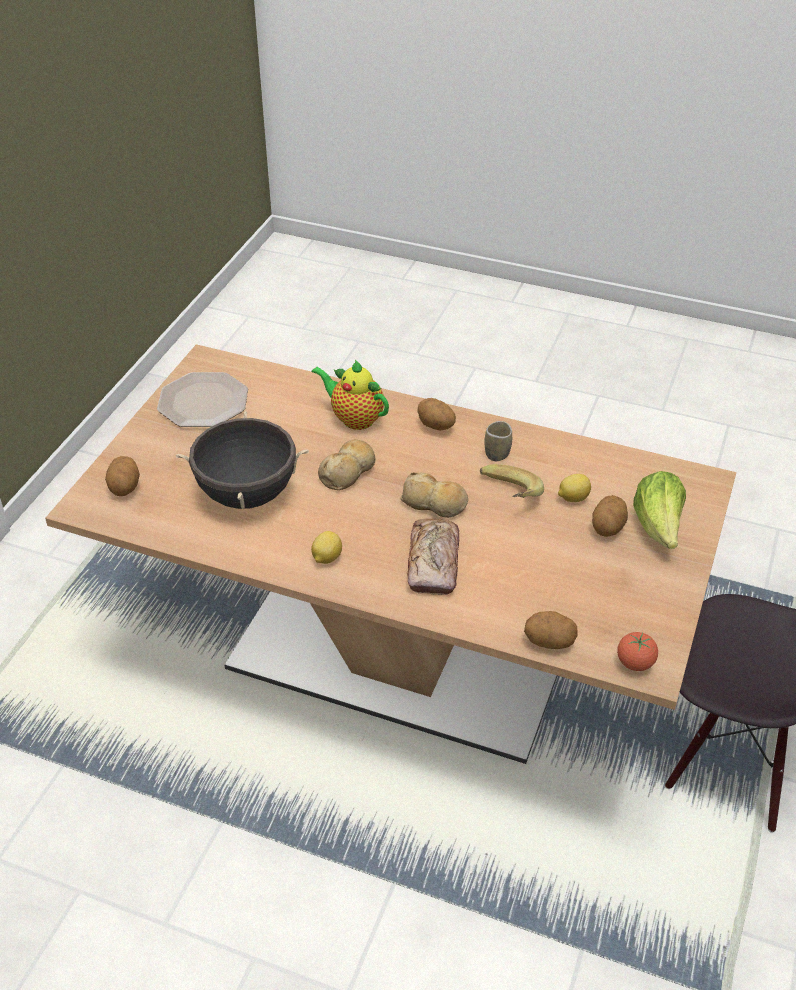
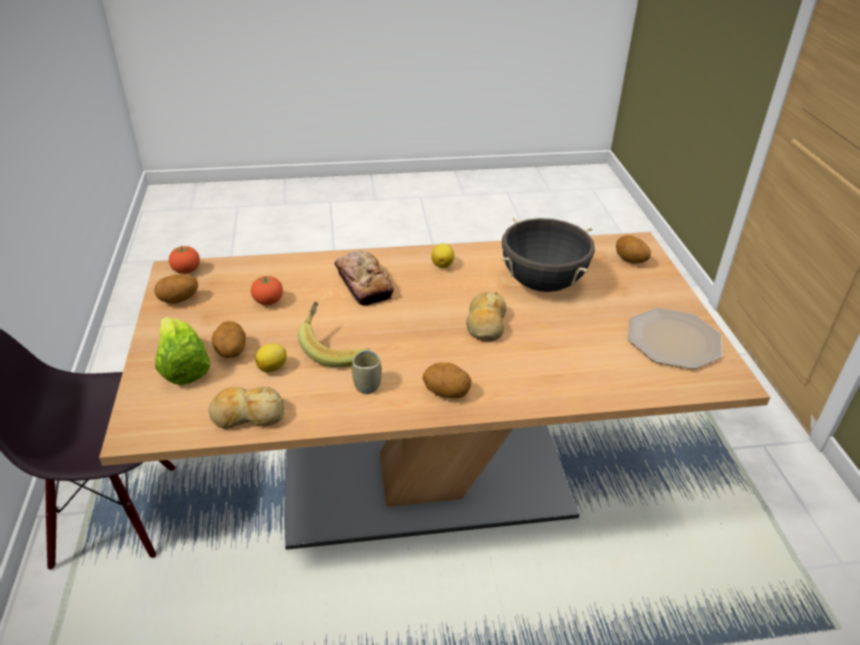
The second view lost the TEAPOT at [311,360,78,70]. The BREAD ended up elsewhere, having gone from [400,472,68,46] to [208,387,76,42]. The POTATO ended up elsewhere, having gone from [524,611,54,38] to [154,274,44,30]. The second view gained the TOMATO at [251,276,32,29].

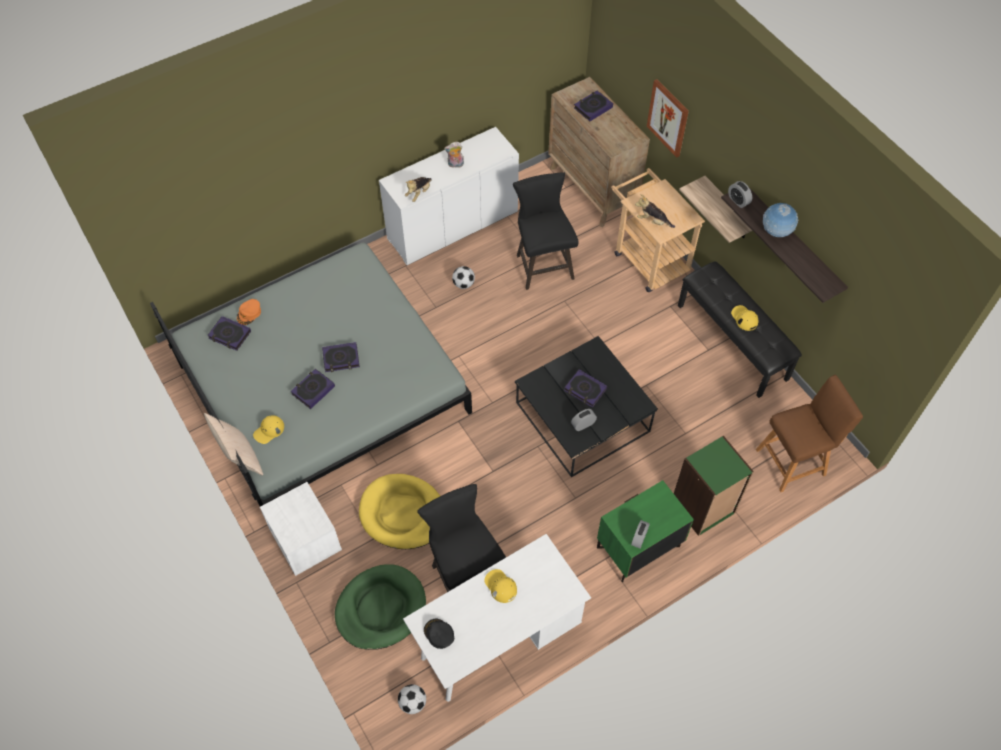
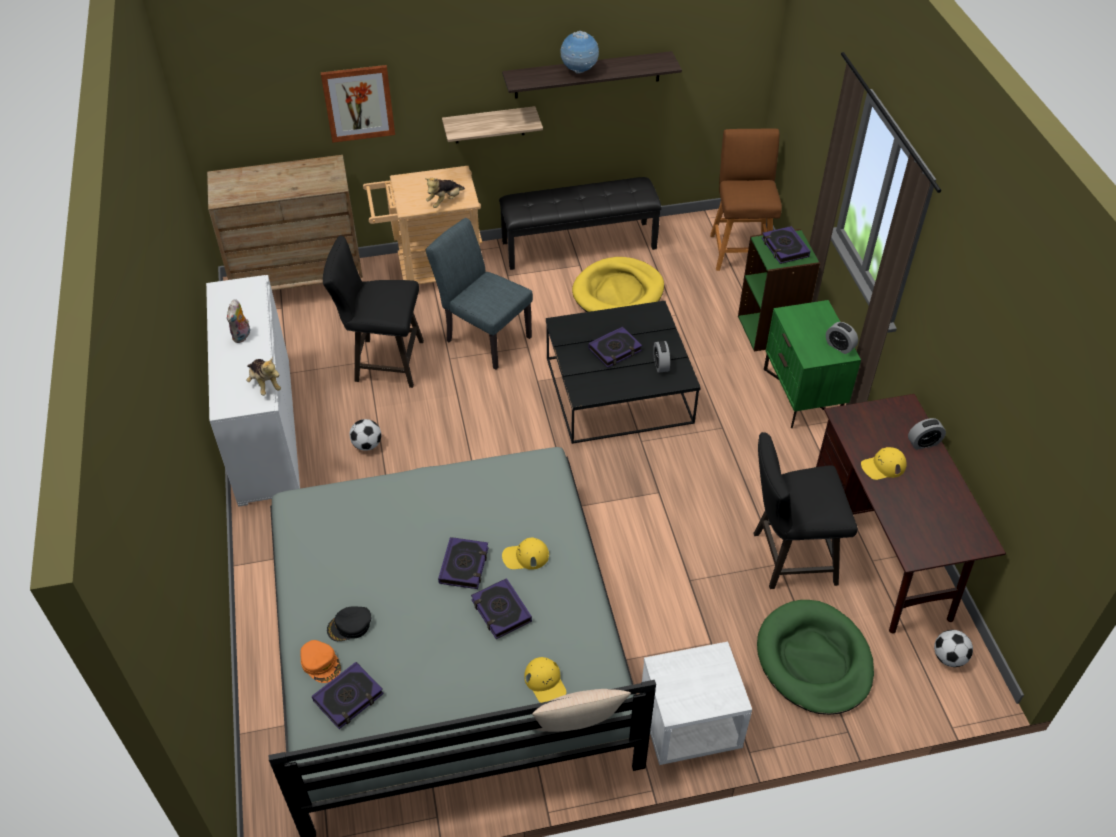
The BOOK ended up elsewhere, having gone from [574,90,39,31] to [762,226,48,38]. The ALARM CLOCK ended up elsewhere, having gone from [728,181,24,27] to [908,418,38,32]. The YELLOW CAP ended up elsewhere, having gone from [731,305,27,26] to [502,537,47,33]. The YELLOW DOG BED ended up elsewhere, having gone from [359,474,81,75] to [572,257,92,55]. What was the WHITE DESK at [403,534,188,168] turned into the BROWN DESK at [816,394,190,240]. The BLACK CAP ended up elsewhere, having gone from [424,619,30,30] to [327,606,44,35]. The second view gained the GREY CHAIR at [426,218,107,151].

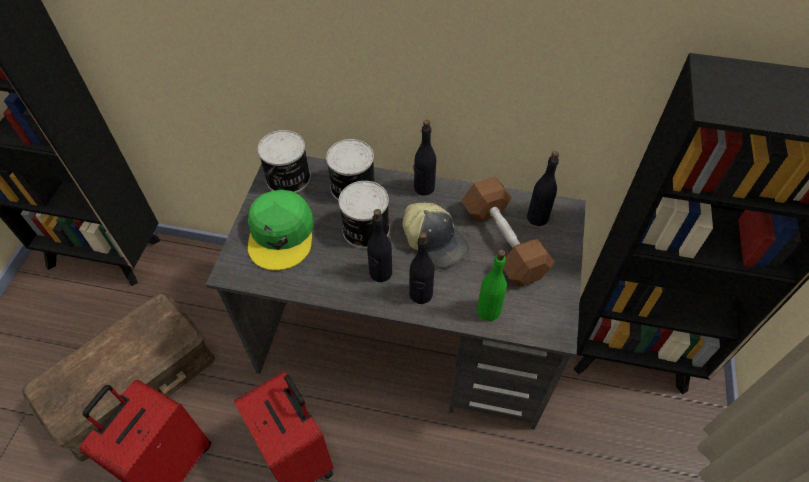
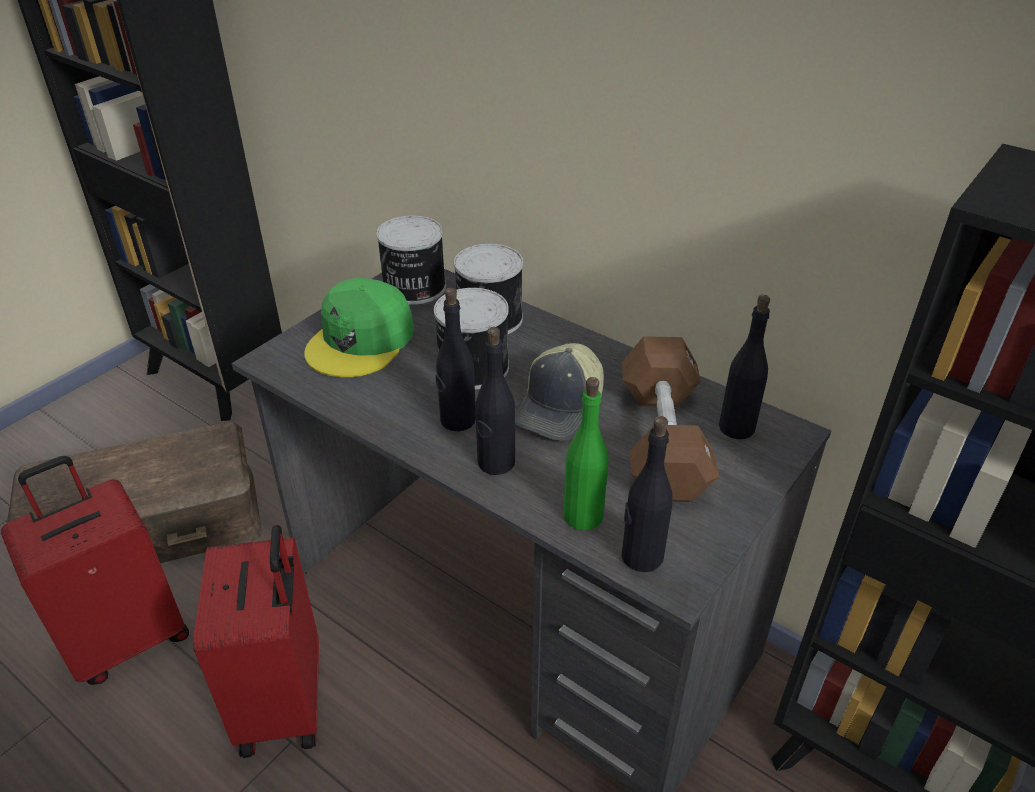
The BLACK BOTTLE ended up elsewhere, having gone from [413,120,23,76] to [622,416,51,156]. The CAP at [403,202,66,67] ended up facing another way, 45 degrees clockwise from before.

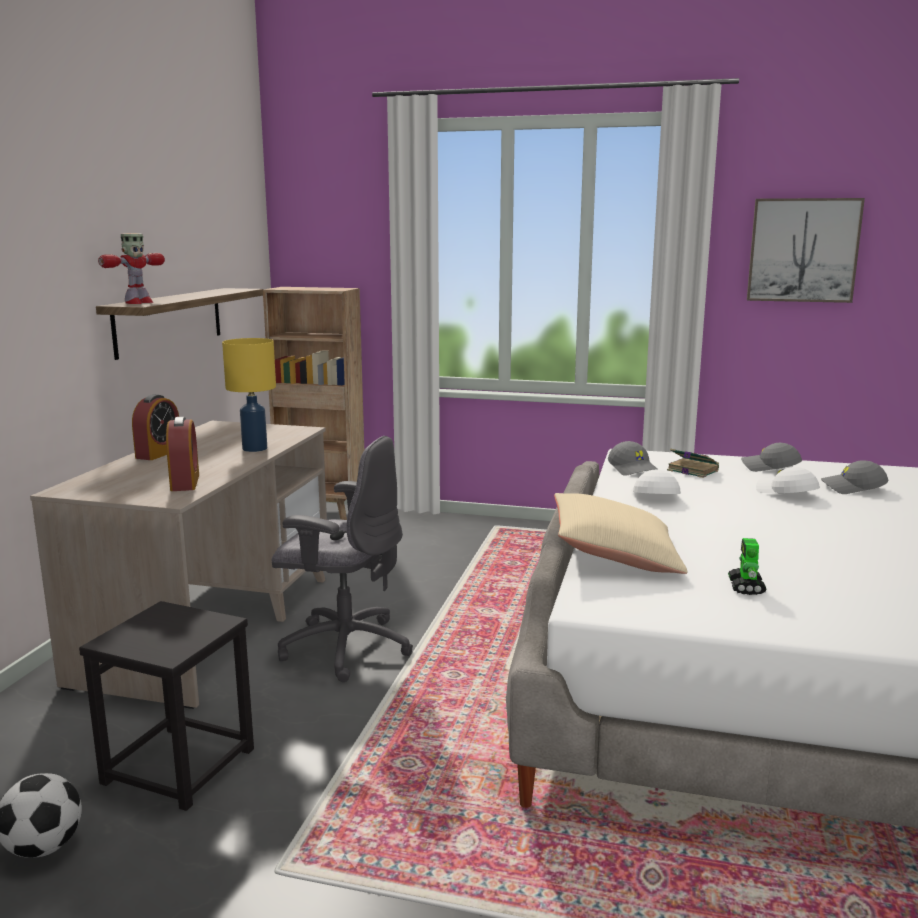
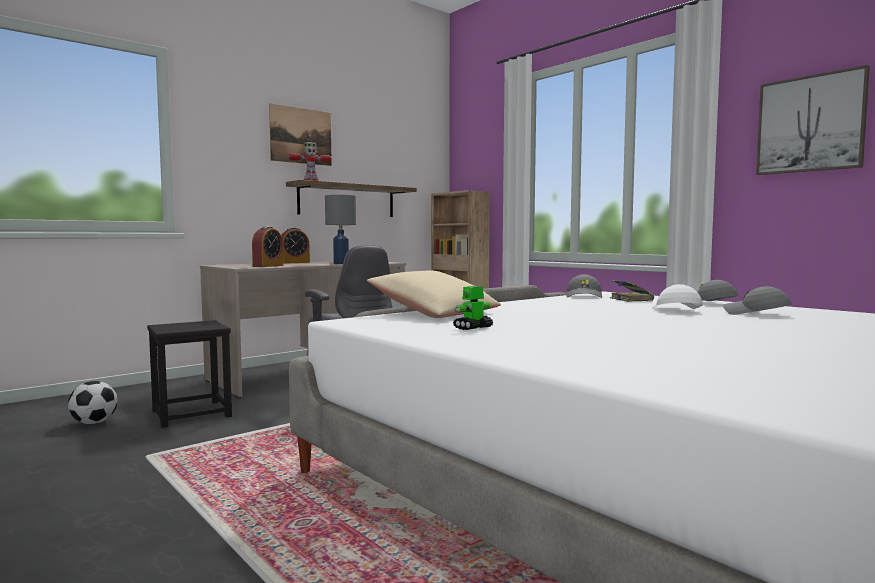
What was the YELLOW TABLE LAMP at [222,338,54,114] turned into the GREY TABLE LAMP at [325,195,31,69]. The second view lost the WHITE CAP at [631,469,50,25]. The second view gained the PICTURE at [269,104,63,62].

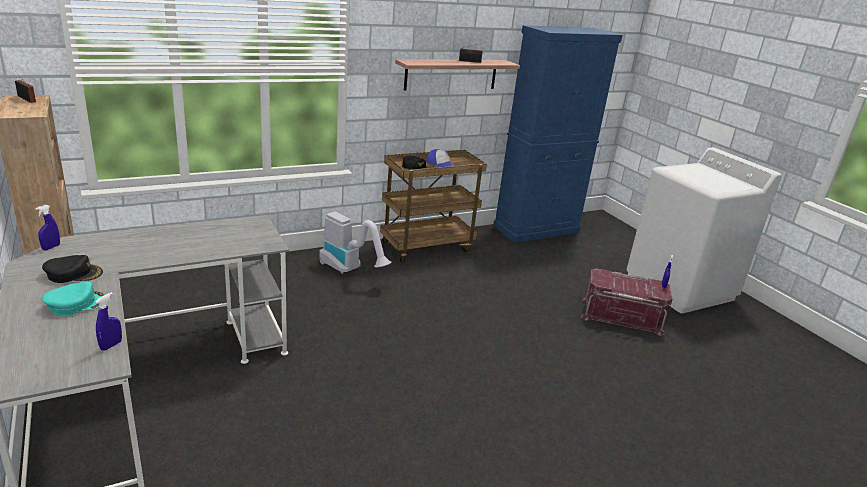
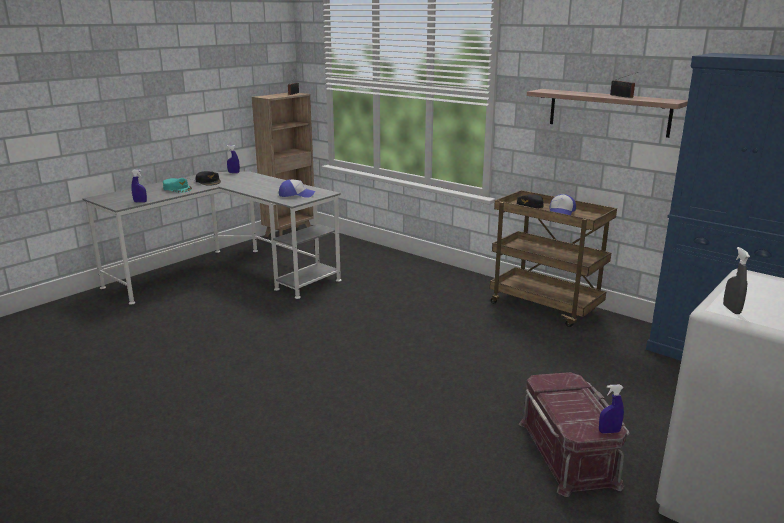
The second view lost the VACUUM CLEANER at [319,212,73,62]. The second view gained the CAP at [279,179,36,19]. The second view gained the GREY SPRAY BOTTLE at [723,247,27,67].

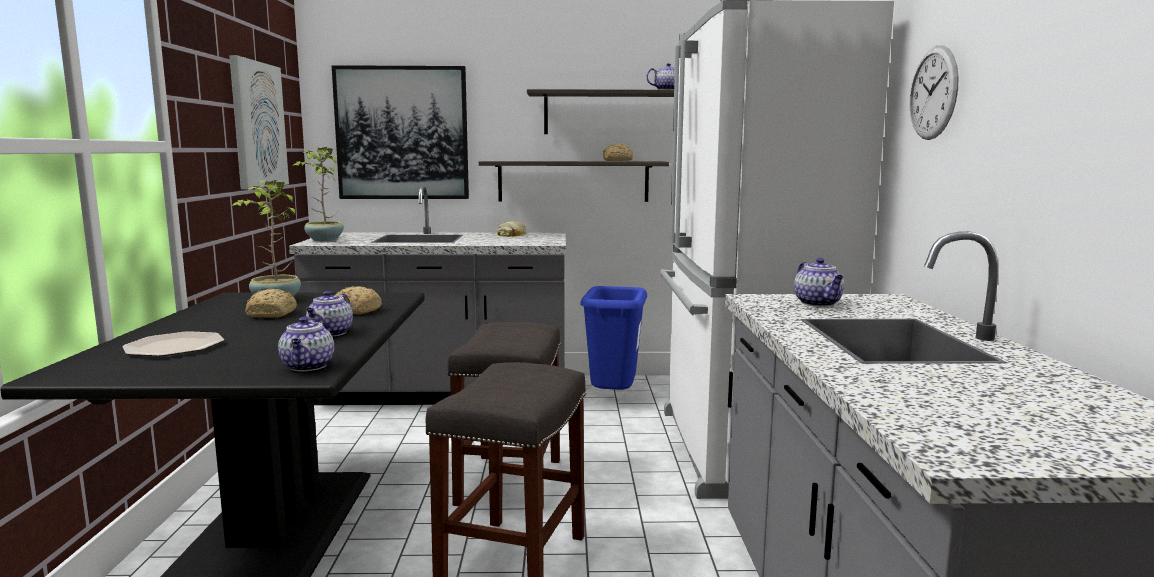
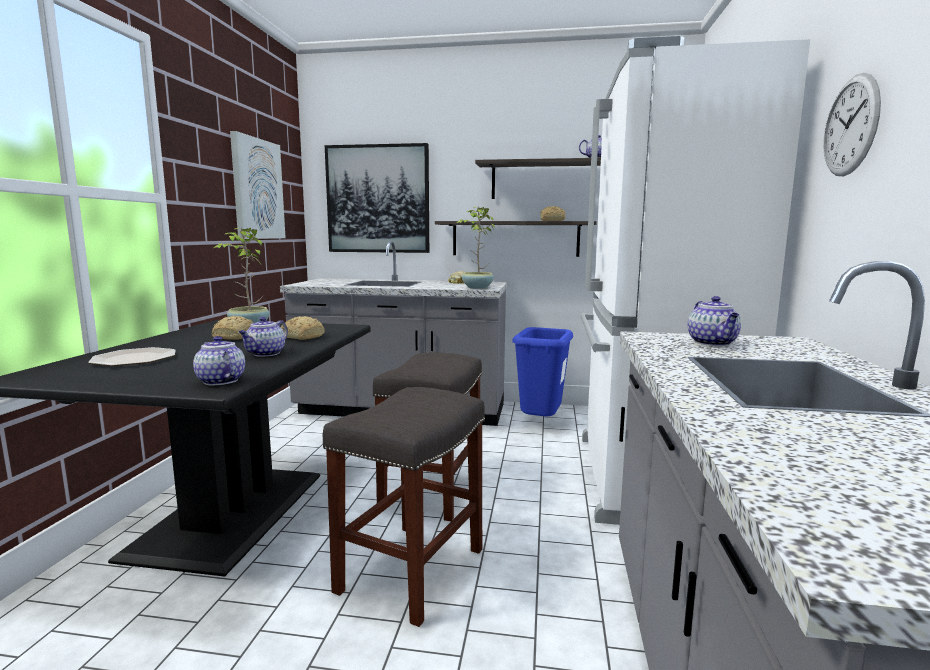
The POTTED PLANT ended up elsewhere, having gone from [293,147,51,94] to [456,207,38,82]. The TEAPOT at [278,317,56,54] ended up facing another way, 135 degrees clockwise from before.

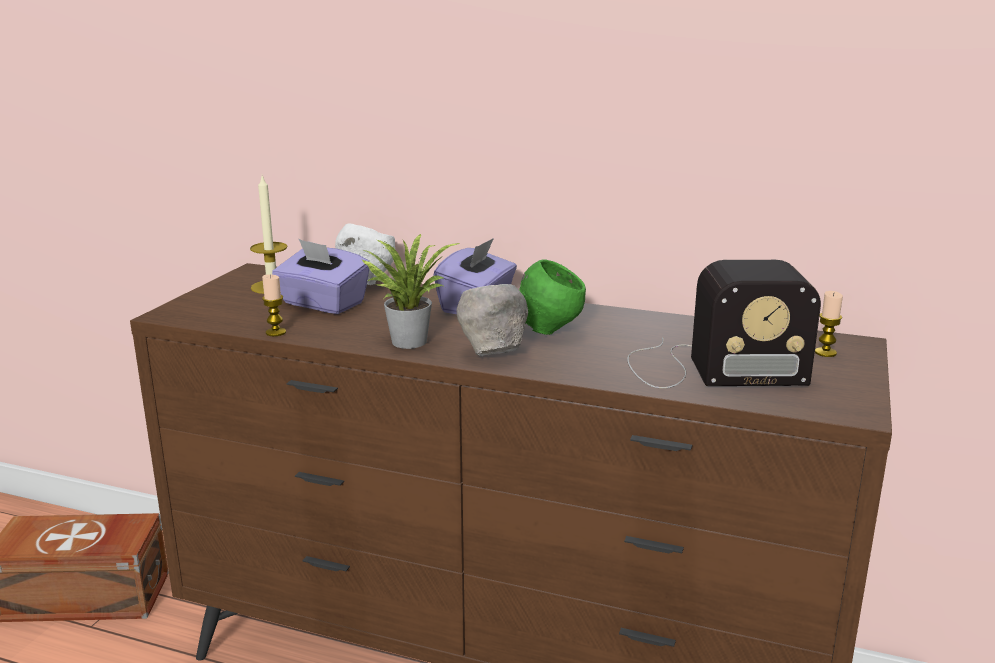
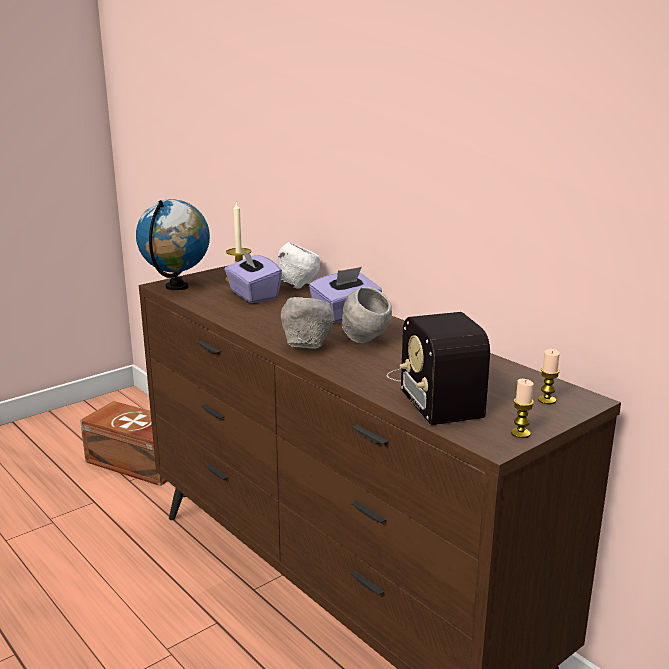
The second view lost the POTTED PLANT at [361,234,99,115]. What was the GREEN BOWL at [519,259,67,76] turned into the GREY BOWL at [342,287,50,56]. The RADIO at [627,260,194,129] ended up facing another way, 45 degrees clockwise from before. The CANDLE ended up elsewhere, having gone from [262,274,24,62] to [511,379,23,59]. The second view gained the GLOBE at [136,199,74,92].

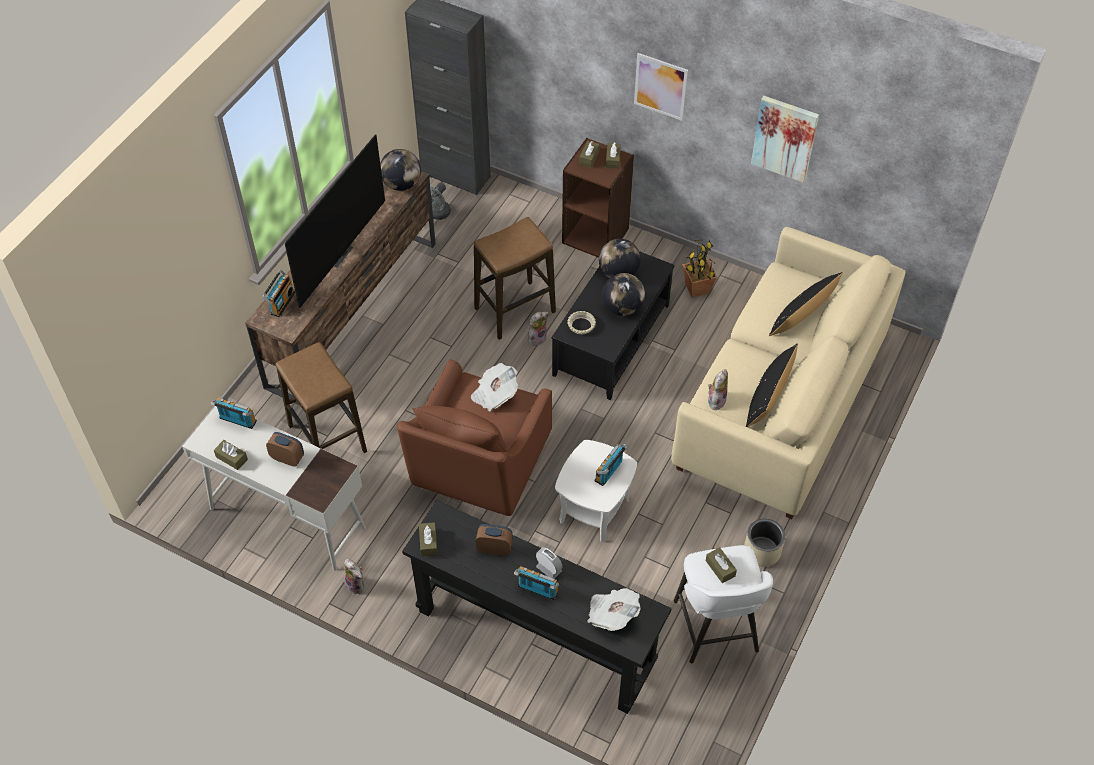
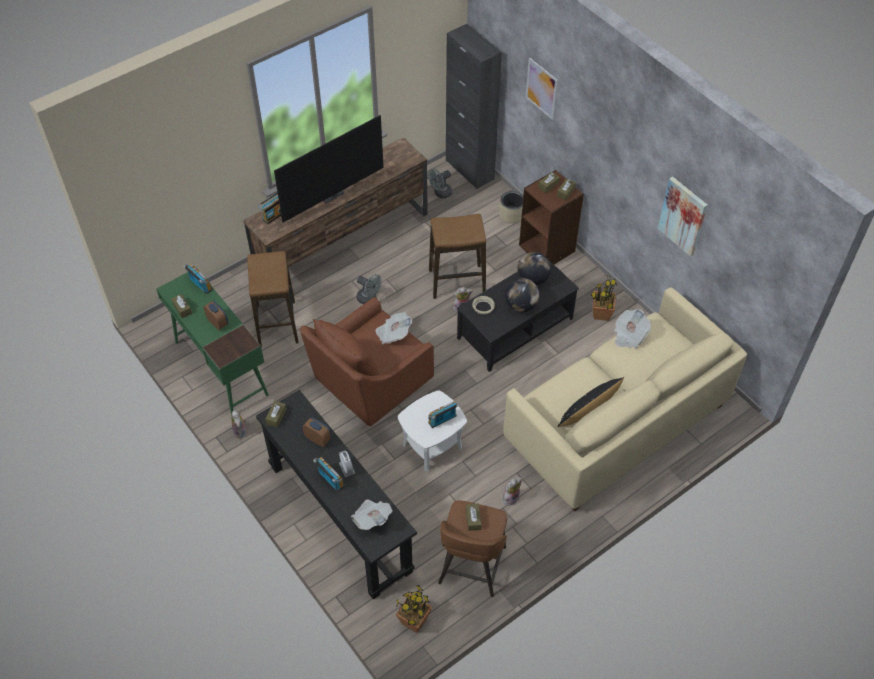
The PICTURE ended up elsewhere, having gone from [634,53,54,68] to [526,58,32,62]. The second view lost the GLOBE at [380,149,41,42]. The second view lost the BLACK PILLOW at [769,272,74,64]. The PLUSH TOY ended up elsewhere, having gone from [708,369,20,41] to [503,478,19,28]. What was the WHITE DESK at [182,406,184,165] turned into the GREEN DESK at [156,268,113,147]. The BEIGE PLANTER ended up elsewhere, having gone from [744,519,41,48] to [499,191,24,33]. What was the WHITE STOOL at [674,545,99,118] turned into the BROWN STOOL at [438,500,69,97]. The second view gained the GREY FAN at [356,274,26,30]. The second view gained the NEWSPAPER at [614,309,37,40]. The second view gained the POTTED PLANT at [396,585,36,48].

